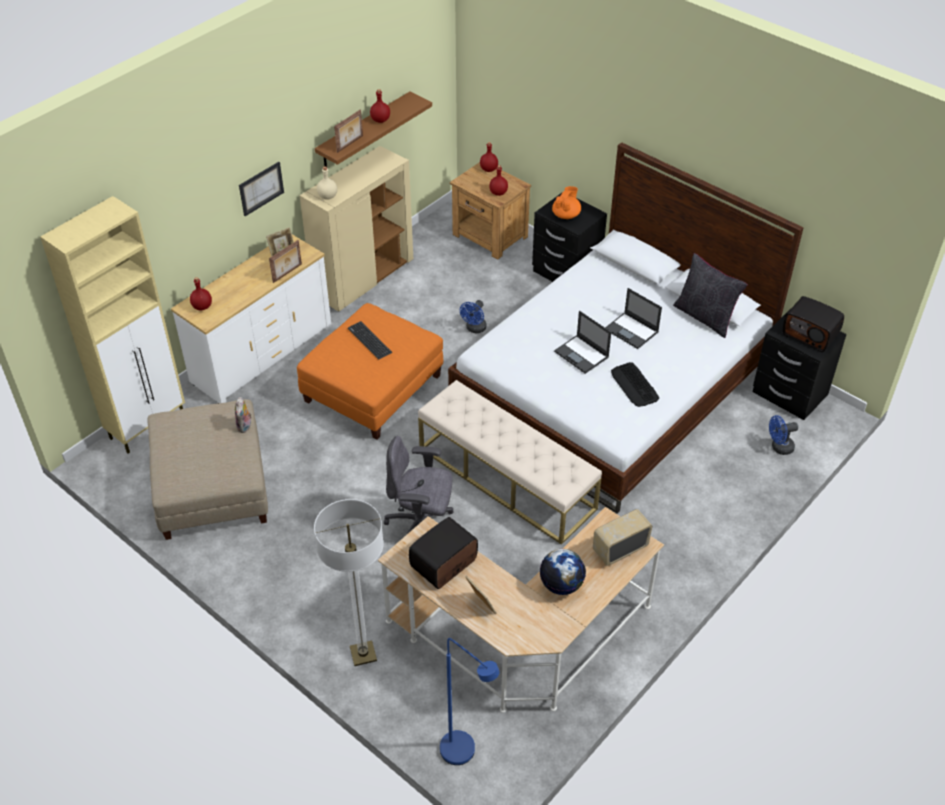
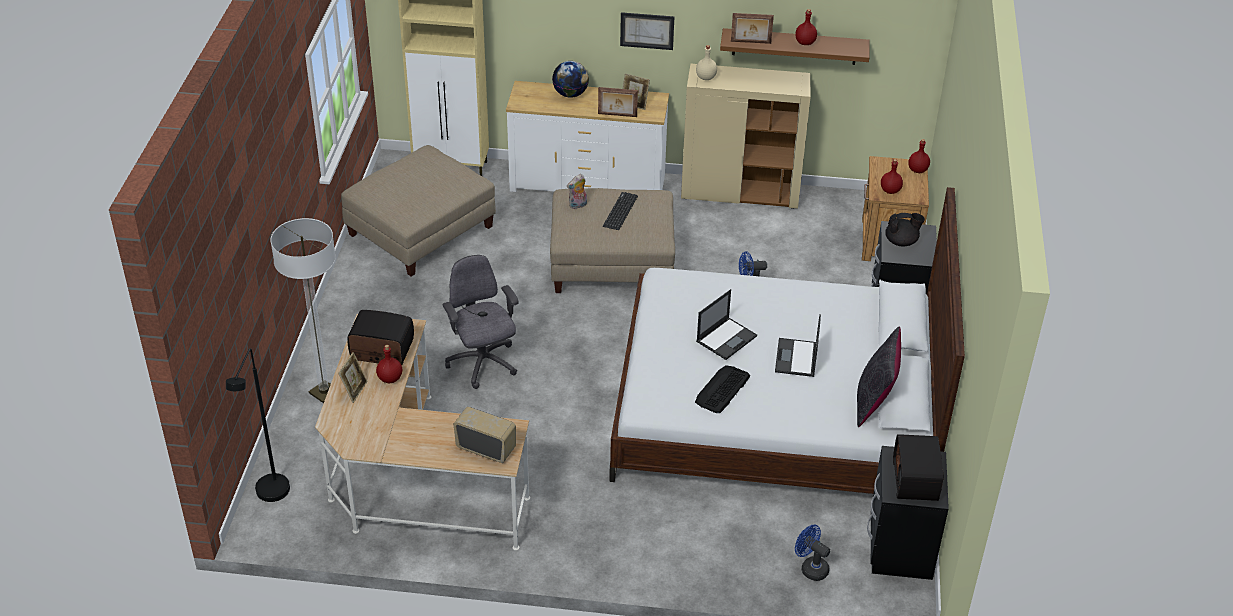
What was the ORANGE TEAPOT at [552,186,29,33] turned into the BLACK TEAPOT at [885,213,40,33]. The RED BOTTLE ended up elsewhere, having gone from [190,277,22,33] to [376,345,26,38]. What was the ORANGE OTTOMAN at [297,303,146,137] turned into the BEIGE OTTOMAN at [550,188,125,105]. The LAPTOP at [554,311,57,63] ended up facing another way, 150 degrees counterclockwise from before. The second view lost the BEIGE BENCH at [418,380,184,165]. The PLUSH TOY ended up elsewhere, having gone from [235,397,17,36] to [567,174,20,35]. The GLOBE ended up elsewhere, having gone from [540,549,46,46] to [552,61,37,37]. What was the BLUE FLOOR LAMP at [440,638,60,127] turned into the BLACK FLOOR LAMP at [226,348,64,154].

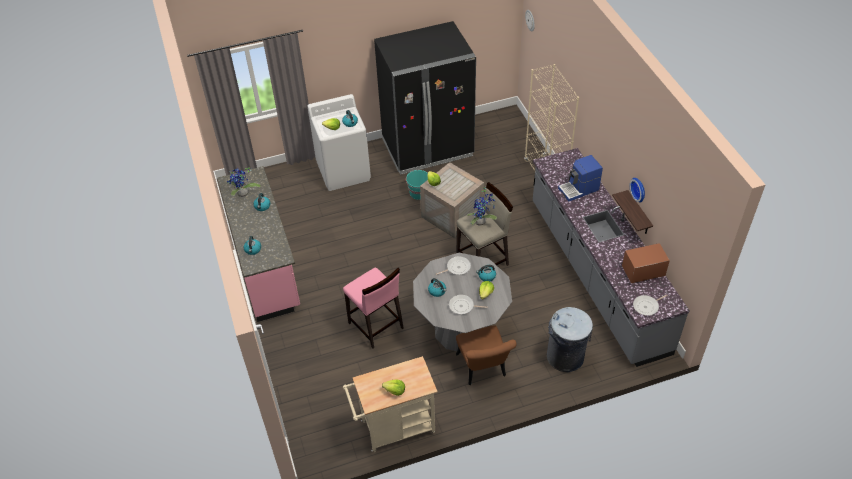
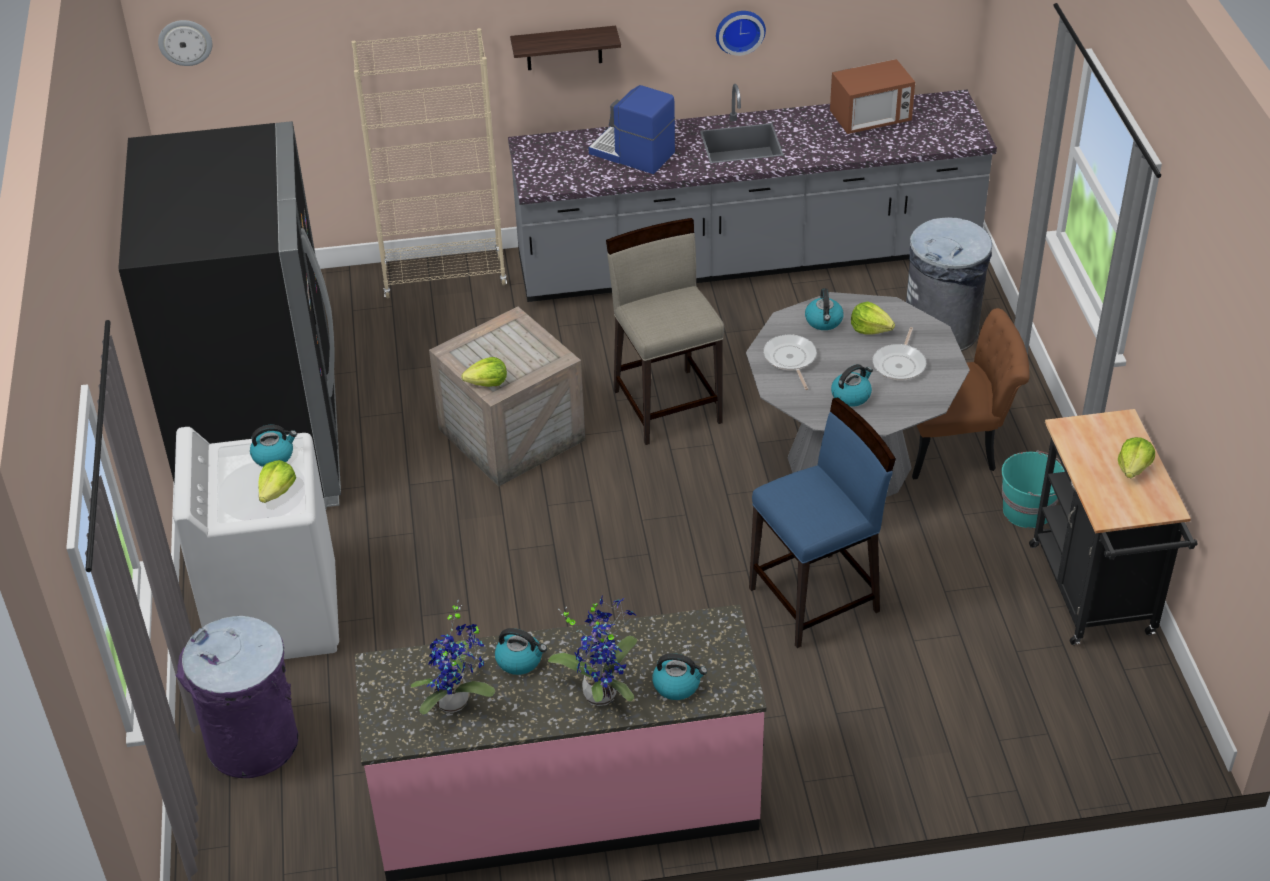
The COFFEE MACHINE at [558,155,45,46] ended up facing another way, 135 degrees clockwise from before. The TURQUOISE BUCKET ended up elsewhere, having gone from [406,170,22,30] to [1002,450,63,78]. The POTTED PLANT ended up elsewhere, having gone from [467,185,30,41] to [548,596,89,110]. The SHELF ended up elsewhere, having gone from [612,190,41,44] to [510,26,111,44]. The MICROWAVE at [622,243,48,40] ended up facing another way, 105 degrees counterclockwise from before. What was the PINK STOOL at [343,267,61,82] turned into the BLUE STOOL at [749,397,147,251]. The second view lost the FRYING PAN at [633,295,35,21]. What was the BEIGE CART at [343,356,95,96] turned into the BLACK CART at [1029,409,168,236]. The second view gained the PURPLE TRASH CAN at [176,616,122,162].

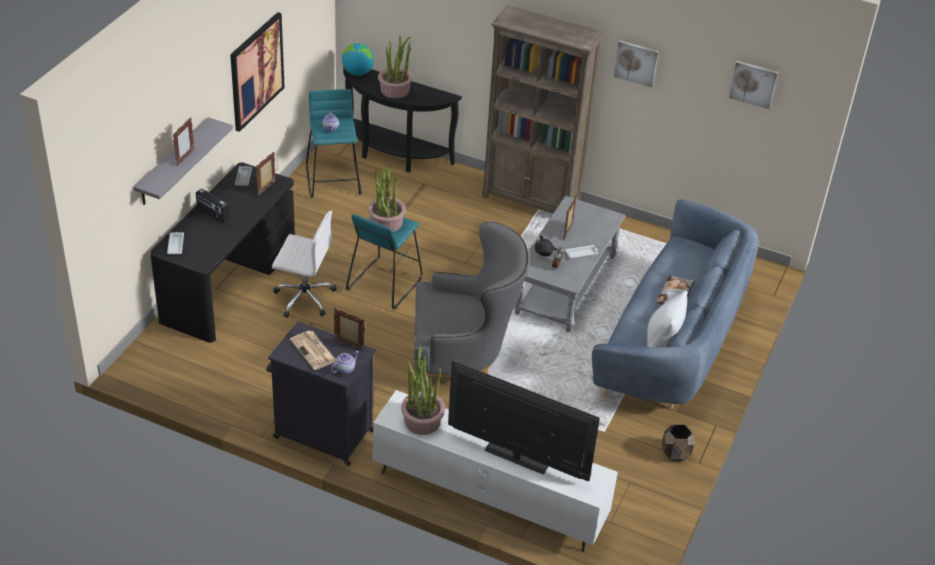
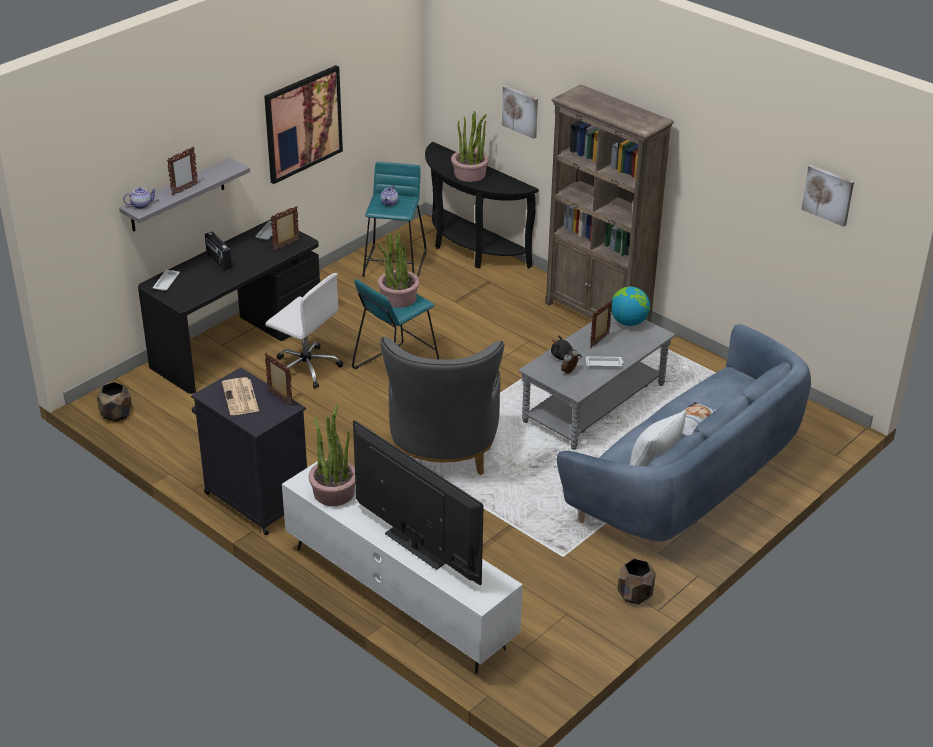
The PICTURE ended up elsewhere, having gone from [614,40,45,48] to [502,86,36,53]. The GLOBE ended up elsewhere, having gone from [342,43,32,33] to [611,287,39,39]. The GREY ARMCHAIR at [414,221,115,170] ended up facing another way, 75 degrees clockwise from before. The TEAPOT ended up elsewhere, having gone from [331,351,28,23] to [123,187,34,22]. The second view gained the BROWN PLANTER at [97,382,35,40].

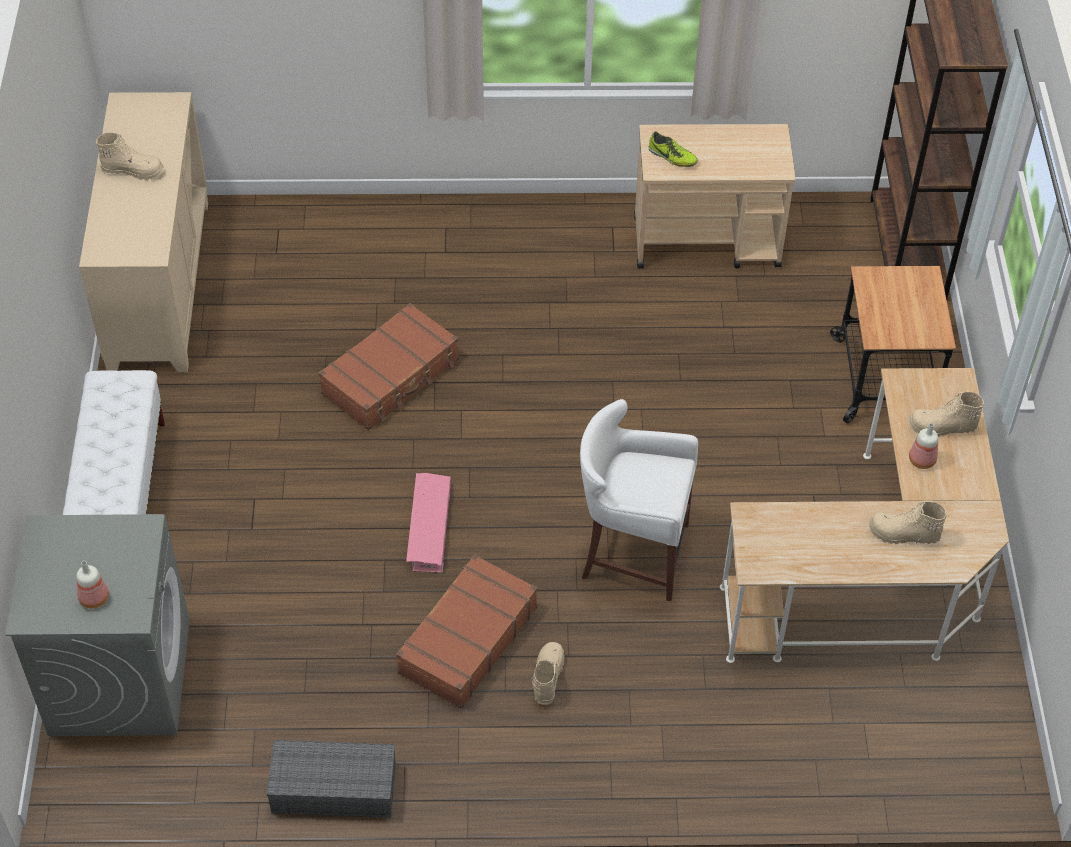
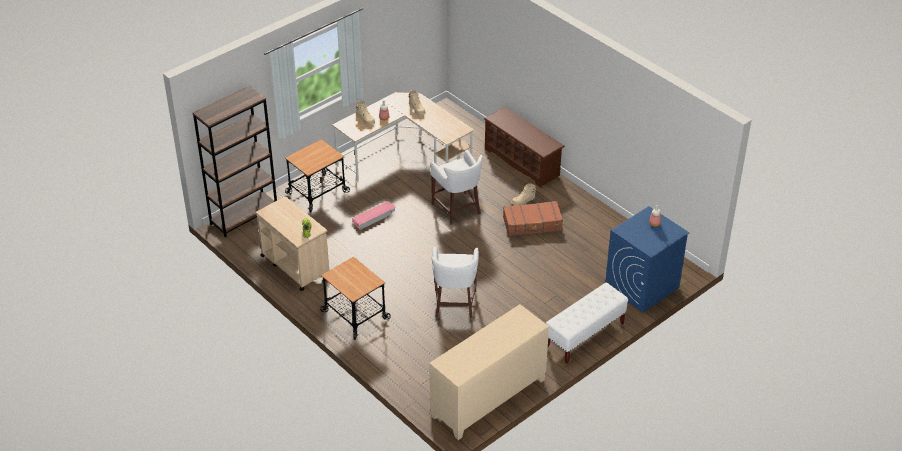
The second view lost the BEIGE BOOT at [96,133,68,48]. Where the BROWN SUITCASE stood at [319,303,140,127], the WHITE STOOL came to stand at [431,247,48,71]. The PINK STORAGE BOX ended up elsewhere, having gone from [406,473,45,100] to [352,201,44,29]. What was the GREY WASHING MACHINE at [5,514,185,222] turned into the BLUE WASHING MACHINE at [605,206,84,107]. The second view lost the GREY STORAGE BOX at [266,740,130,78]. The second view gained the BROWN SHOE RACK at [484,107,81,81]. The second view gained the CART at [320,257,71,83].

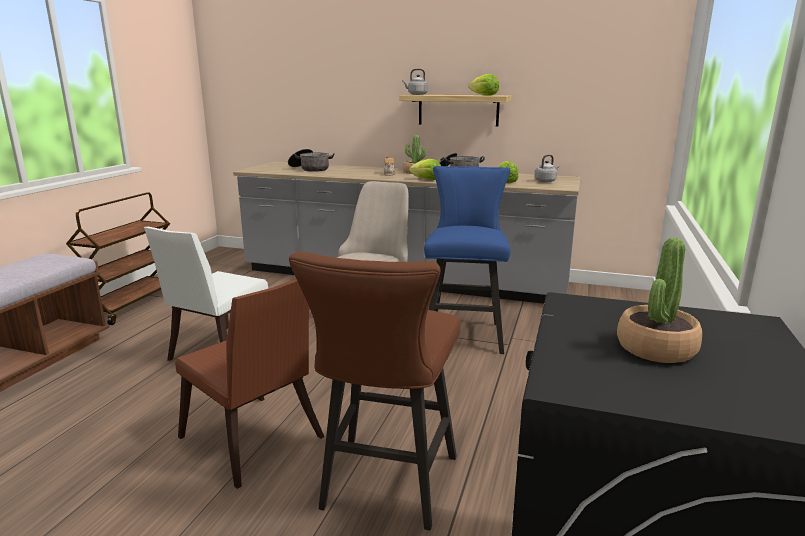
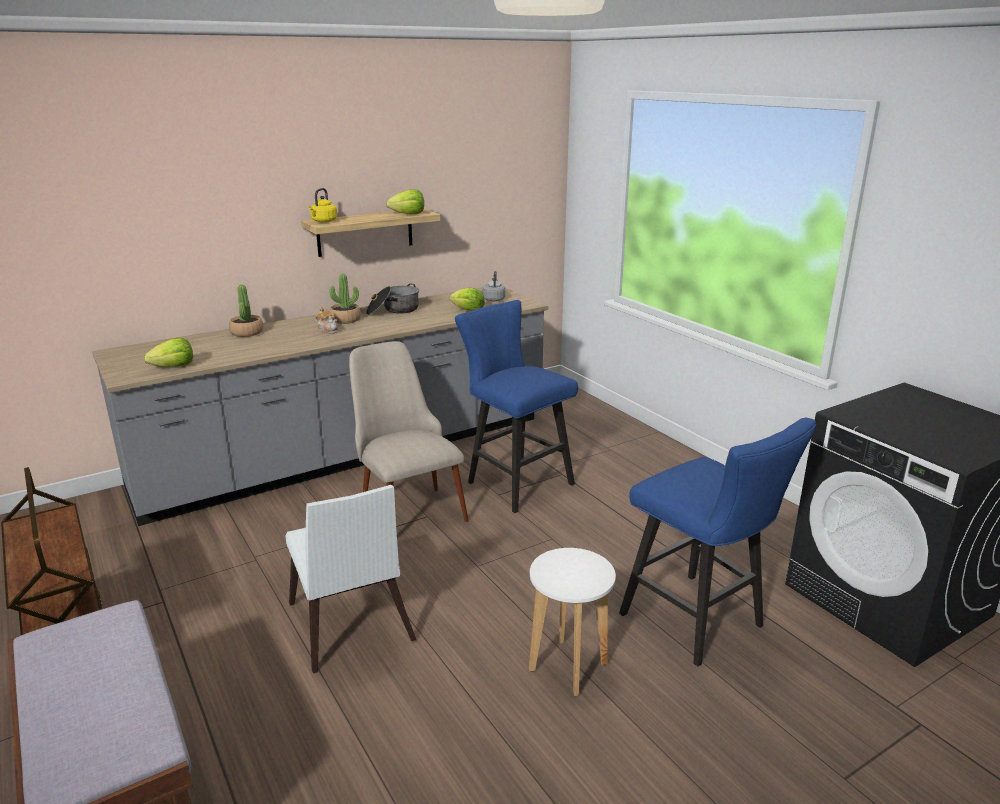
What was the GREY KETTLE at [402,69,26,26] turned into the YELLOW KETTLE at [308,188,29,35]. The second view lost the COOKING POT at [288,149,47,23]. The LETTUCE ended up elsewhere, having gone from [409,159,32,21] to [144,338,49,29]. The POTTED PLANT ended up elsewhere, having gone from [617,237,85,126] to [229,285,35,52]. What was the BROWN STOOL at [289,251,171,279] turned into the BLUE STOOL at [619,418,197,248]. Where the BROWN CHAIR stood at [175,279,149,210], the WHITE STOOL came to stand at [529,548,87,148].

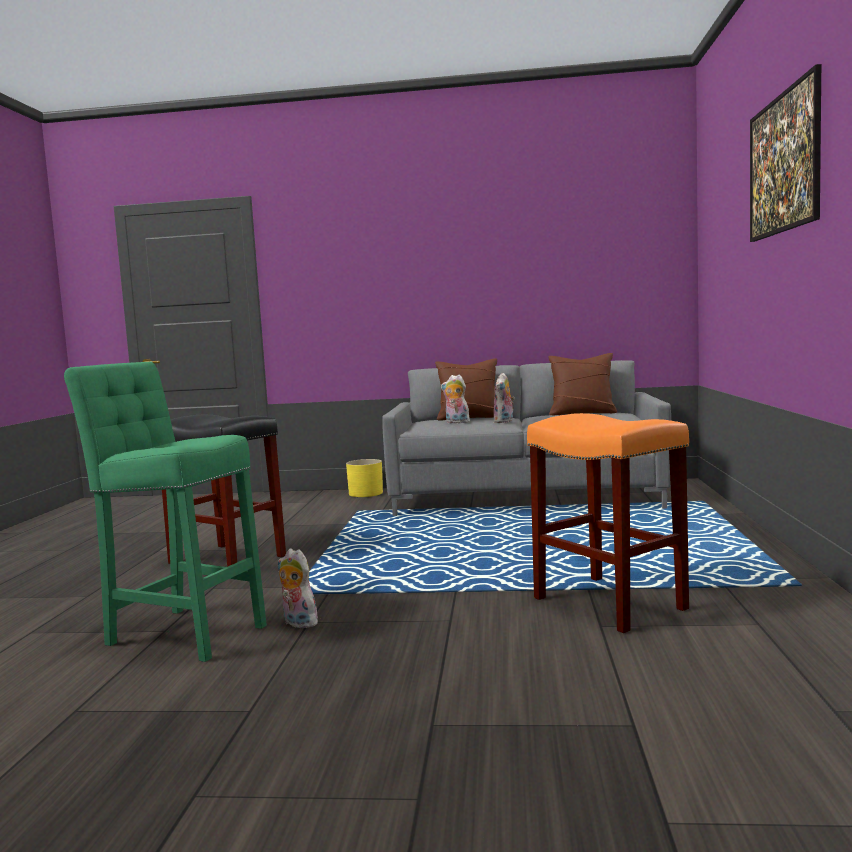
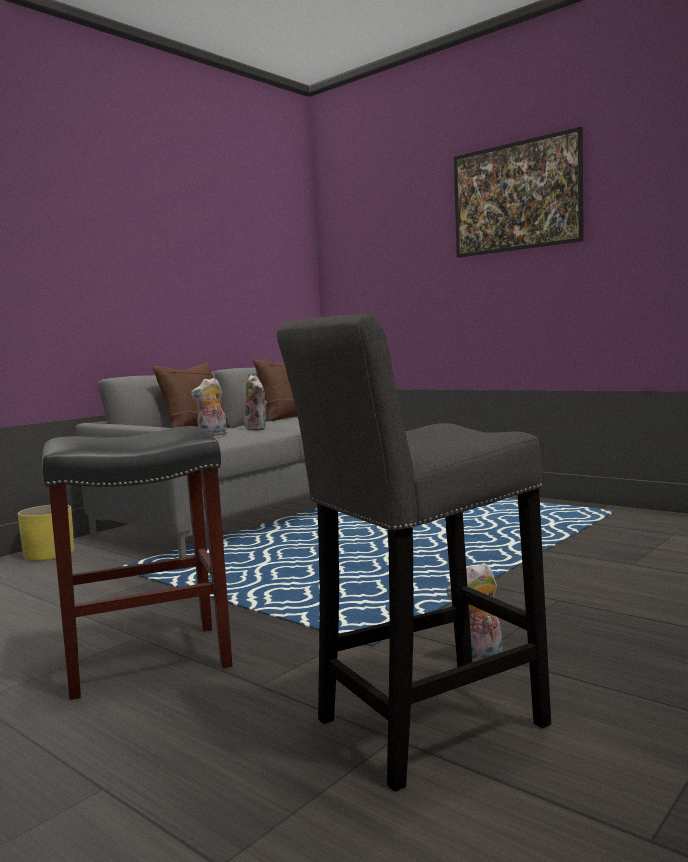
What was the GREEN STOOL at [64,362,203,300] turned into the GREY STOOL at [277,313,274,479]. The second view lost the ORANGE STOOL at [527,413,162,220].

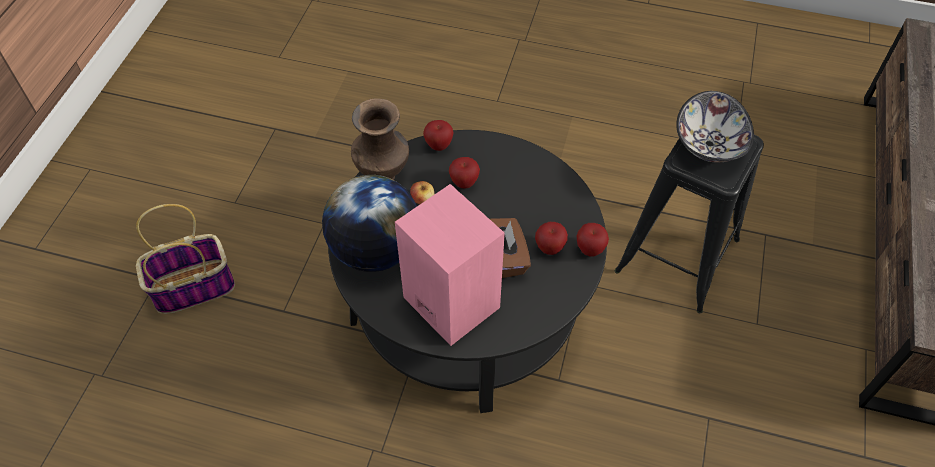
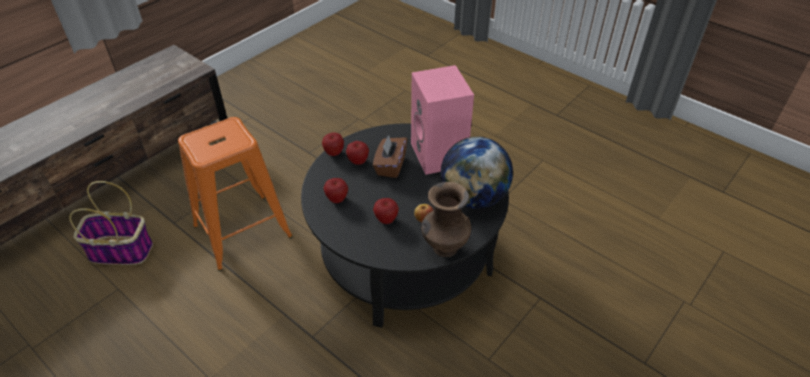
The second view lost the BOWL at [676,91,78,71]. The APPLE ended up elsewhere, having gone from [423,120,31,31] to [324,178,24,25]. What was the BLACK STOOL at [614,135,150,178] turned into the ORANGE STOOL at [178,117,115,154]. The BASKET ended up elsewhere, having gone from [136,204,99,110] to [69,181,84,84].

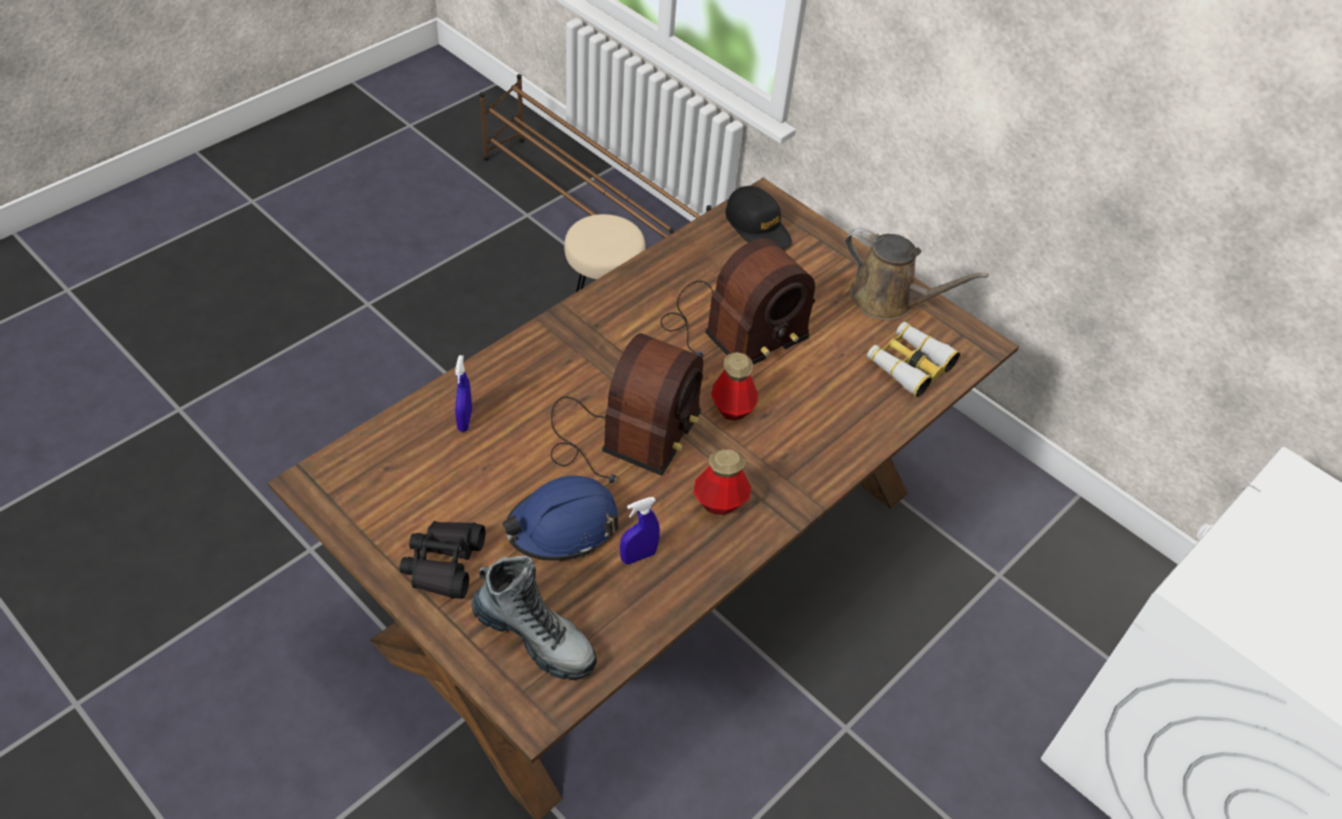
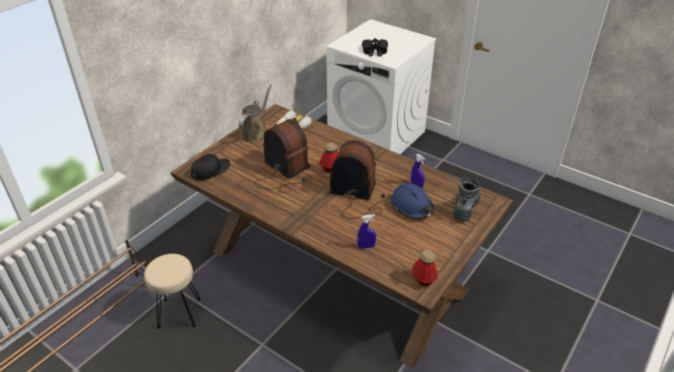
The BOTTLE ended up elsewhere, having gone from [693,449,58,66] to [412,250,26,36]. The BLACK BINOCULARS ended up elsewhere, having gone from [400,521,85,78] to [362,38,26,19].

